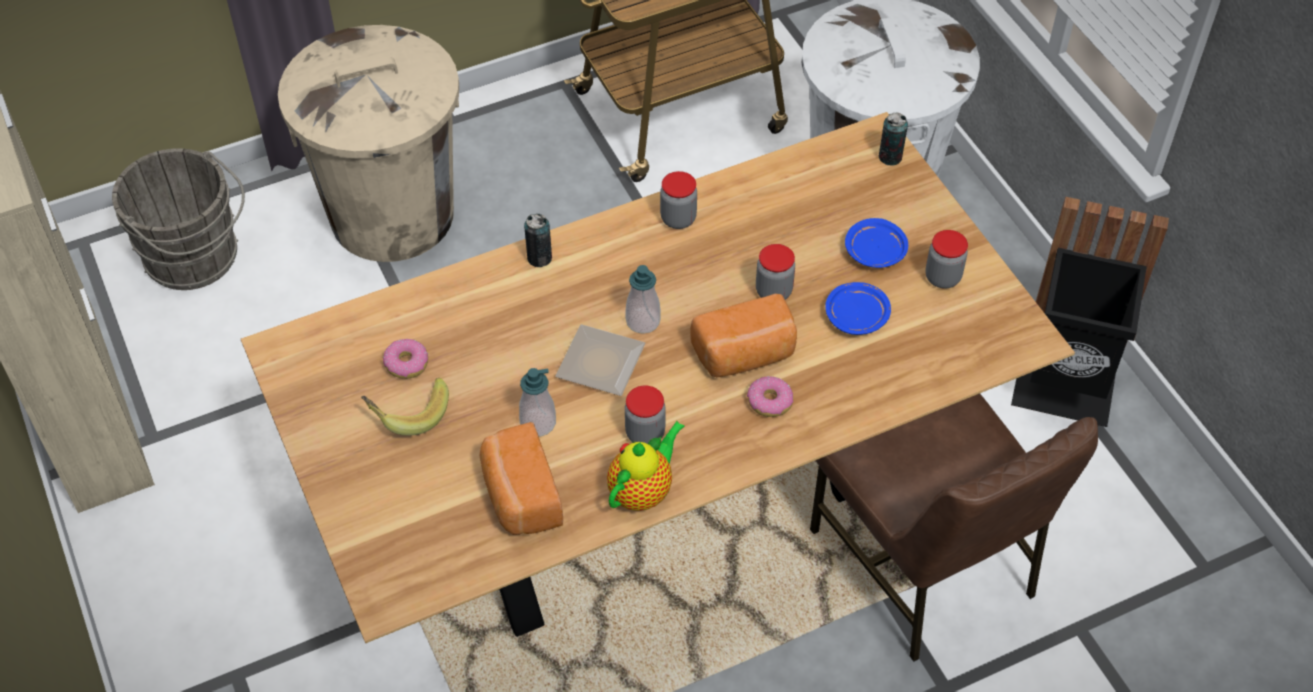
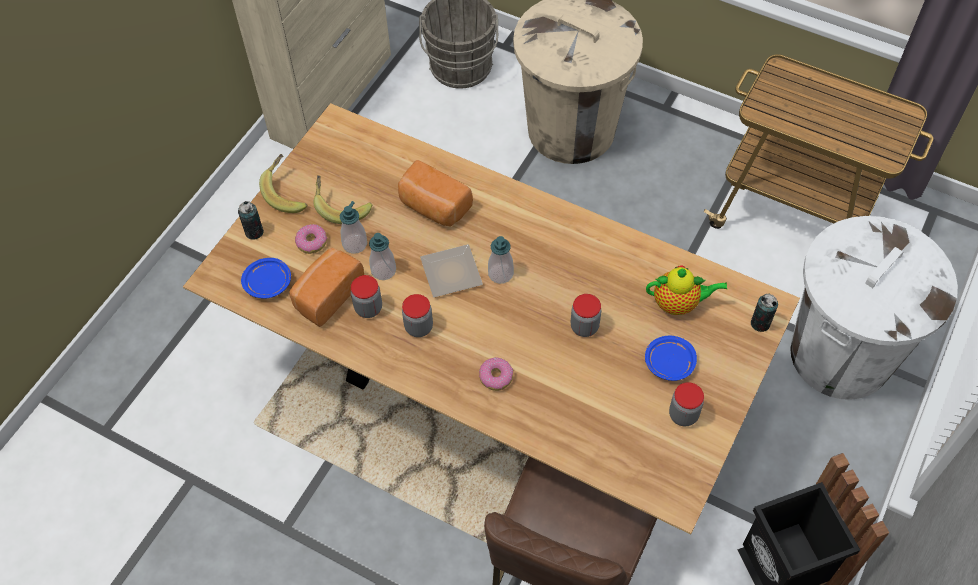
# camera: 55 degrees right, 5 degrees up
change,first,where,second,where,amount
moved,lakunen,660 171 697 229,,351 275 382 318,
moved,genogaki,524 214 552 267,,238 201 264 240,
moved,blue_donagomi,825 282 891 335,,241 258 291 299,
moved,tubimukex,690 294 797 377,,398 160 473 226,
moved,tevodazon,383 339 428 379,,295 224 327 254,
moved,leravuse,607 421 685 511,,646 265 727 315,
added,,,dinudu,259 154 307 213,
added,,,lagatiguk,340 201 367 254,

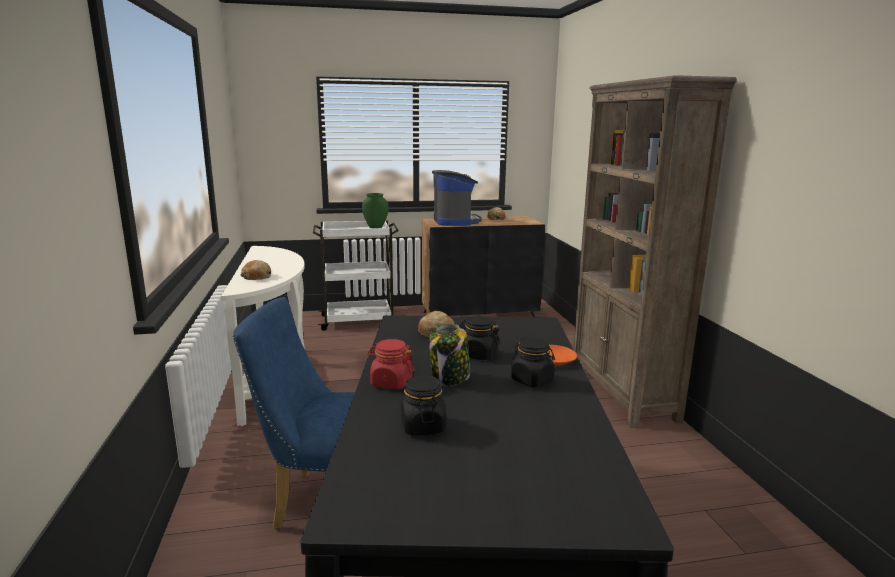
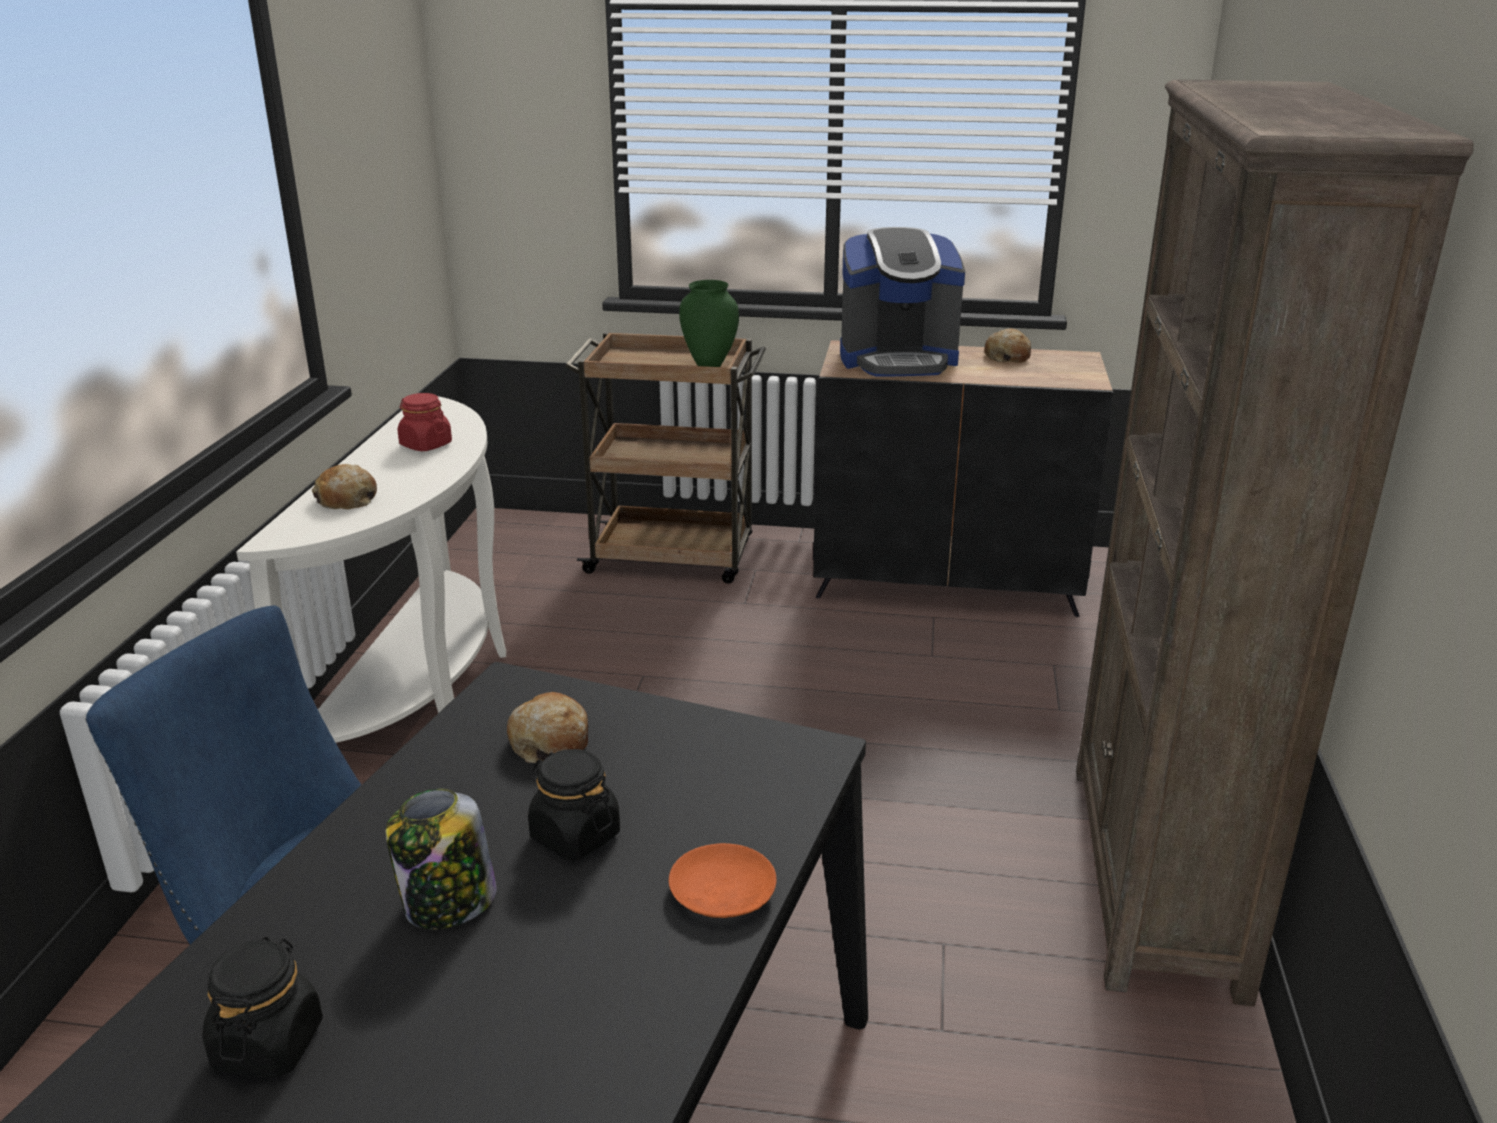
# camera: 20 degrees right, 10 degrees up
change,first,where,second,where,amount
turned,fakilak,432 170 481 226,,840 227 965 377,75 degrees clockwise
recoloured,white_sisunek,313 220 399 331,brown_sisunek,565 332 766 583,
removed,black_lakunen,511 337 555 387,,,
moved,red_lakunen,368 339 414 390,,398 393 452 451,

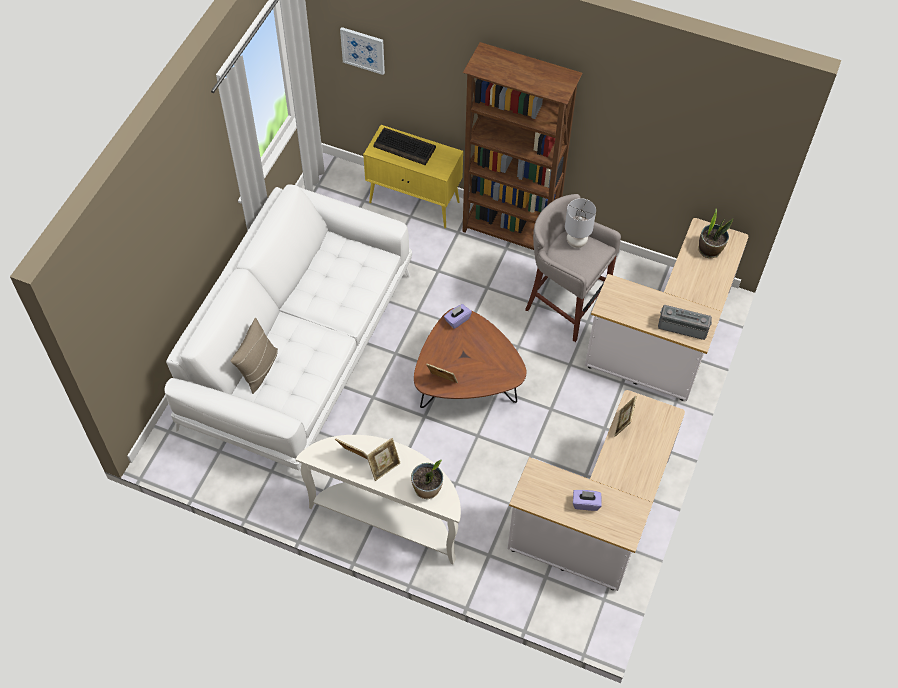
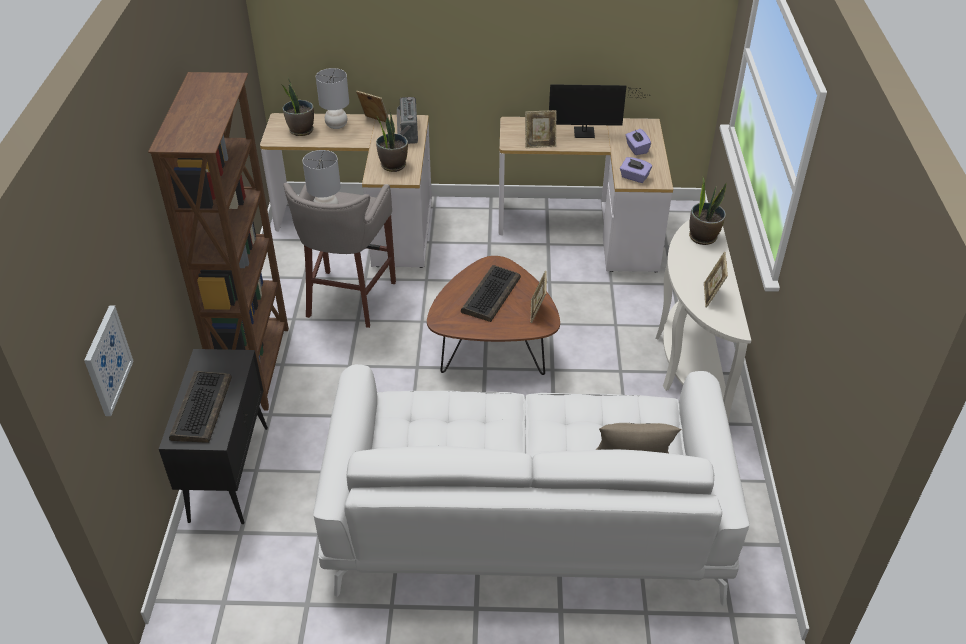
# camera: 110 degrees left, 15 degrees down
change,first,where,second,where,amount
recoloured,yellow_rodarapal,363 125 463 228,black_rodarapal,159 349 268 524,
moved,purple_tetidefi,444 304 472 329,,620 157 652 183,
moved,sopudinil,366 438 400 481,,356 91 390 122,
added,,,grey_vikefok,316 68 349 129,
added,,,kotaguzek,549 84 650 138,
added,,,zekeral,375 112 408 172,
added,,,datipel,461 265 521 322,

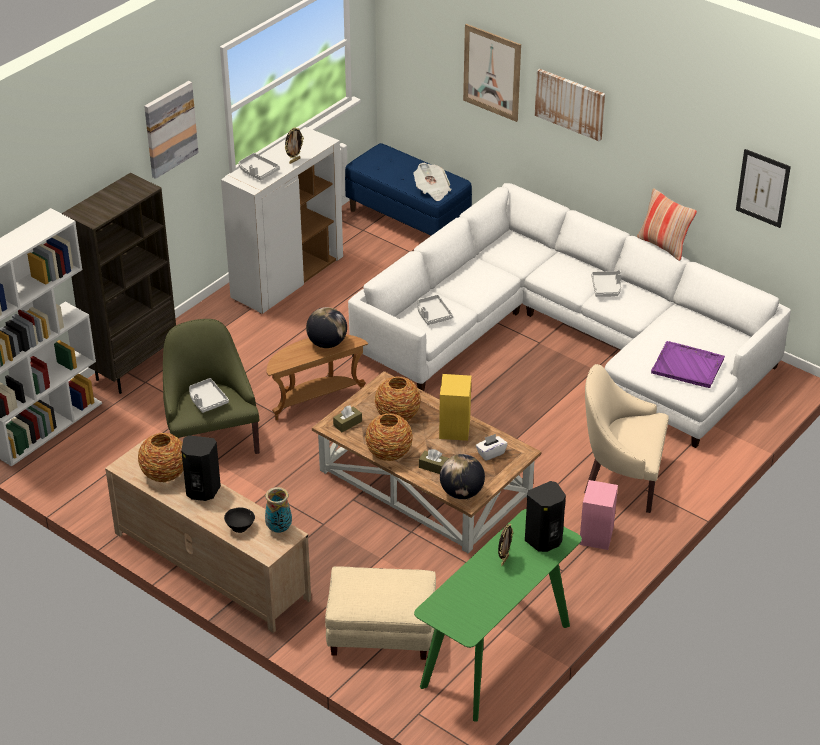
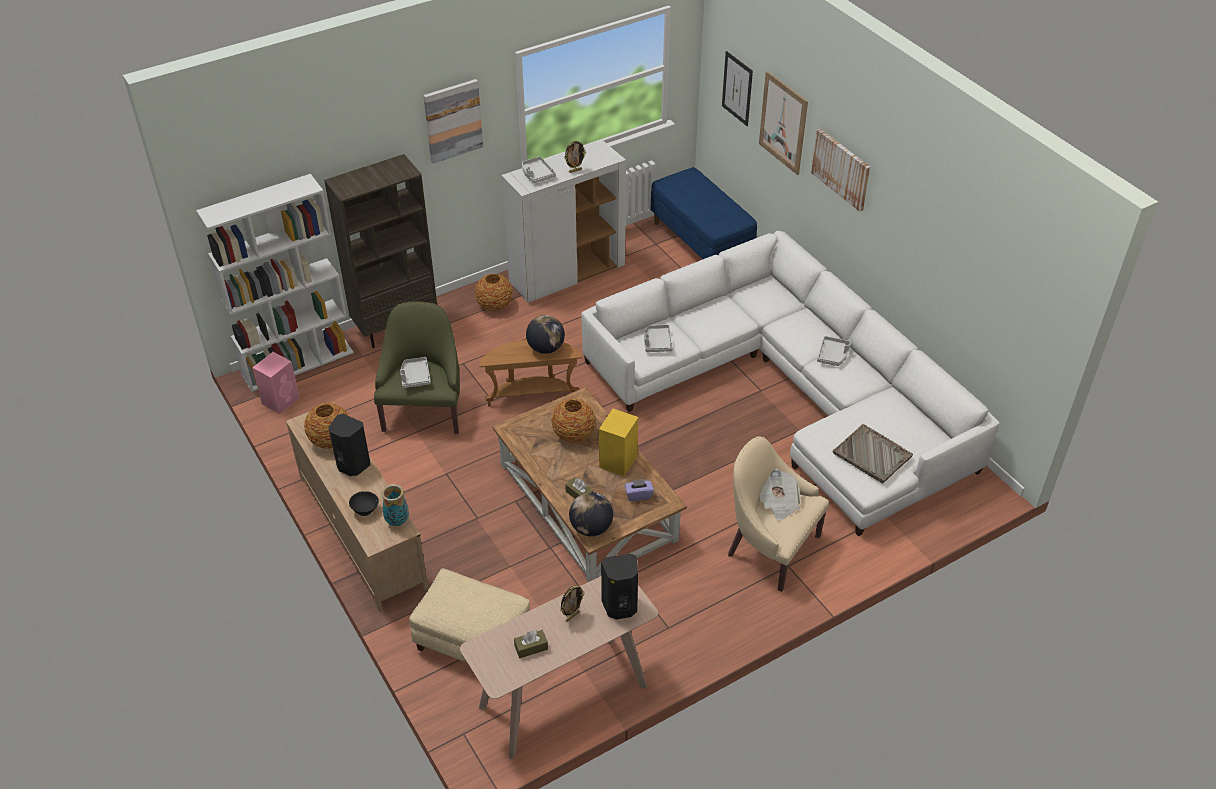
# camera: 20 degrees right, 5 degrees up
change,first,where,second,where,amount
moved,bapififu,736 149 791 228,,722 51 753 126,
moved,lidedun,413 163 452 201,,759 468 801 521,
removed,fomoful,637 188 697 261,,,
recoloured,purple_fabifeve,651 341 725 388,grey_fabifeve,833 424 913 483,
moved,brown_tetidefi,333 406 362 432,,514 630 548 658,
moved,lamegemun,365 413 413 461,,475 274 513 311,
recoloured,white_tetidefi,476 434 507 461,purple_tetidefi,625 479 654 501,
moved,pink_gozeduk,579 480 618 550,,252 352 300 414,
recoloured,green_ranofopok,414 509 582 722,beige_ranofopok,460 576 658 759,

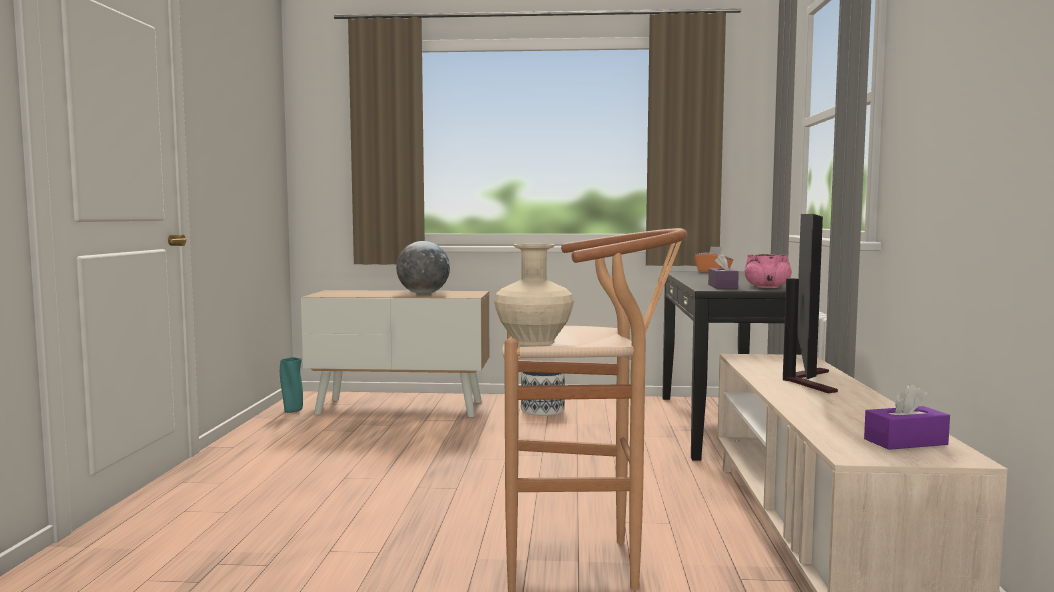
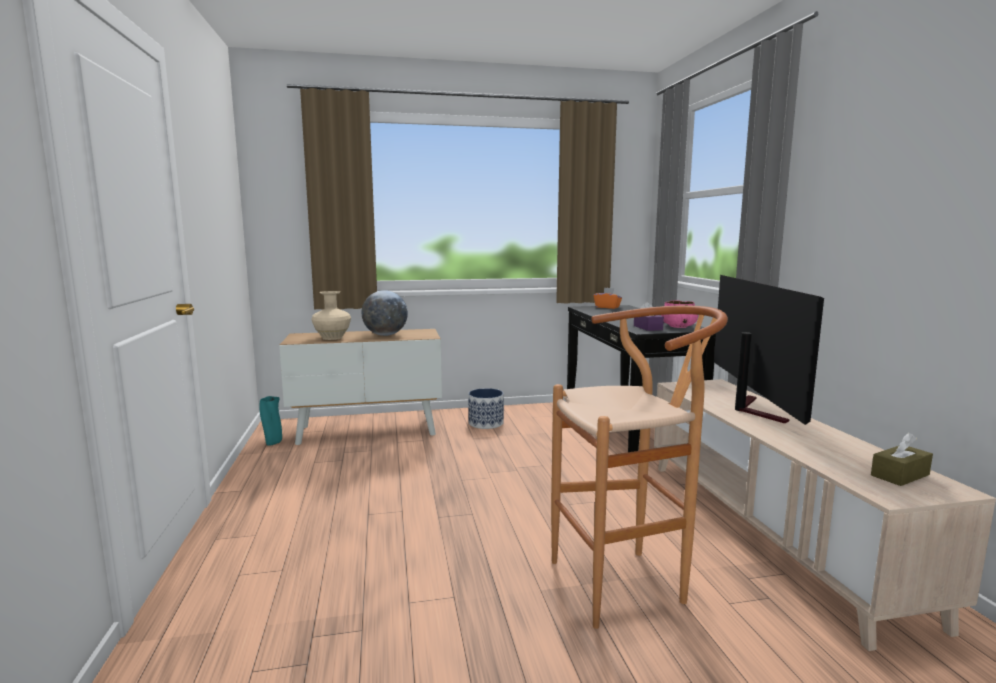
# camera: 15 degrees left, 5 degrees up
change,first,where,second,where,amount
moved,beige_lamegemun,494 244 574 345,,311 291 351 340,
recoloured,purple_tetidefi,864 384 950 450,brown_tetidefi,871 433 933 486,

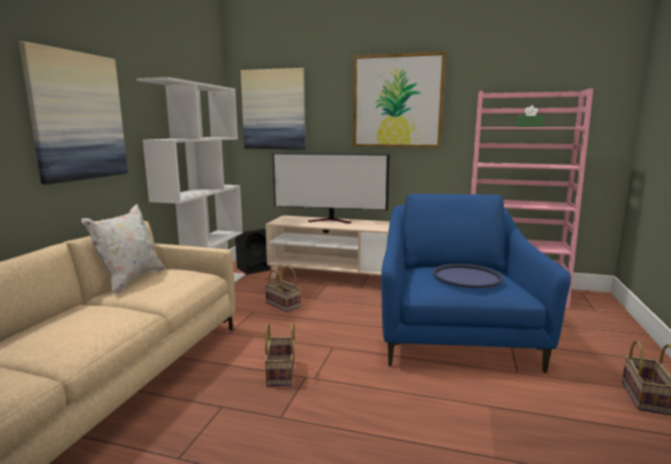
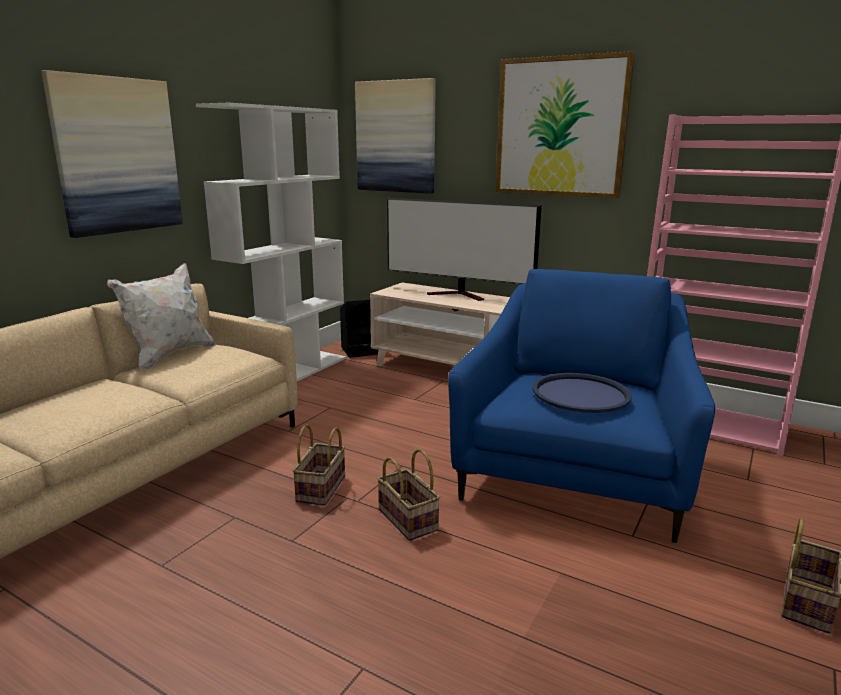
# camera: 15 degrees right, 5 degrees up
change,first,where,second,where,amount
removed,green_tetidefi,517 105 545 127,,,
moved,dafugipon,265 266 301 312,,377 449 440 541,

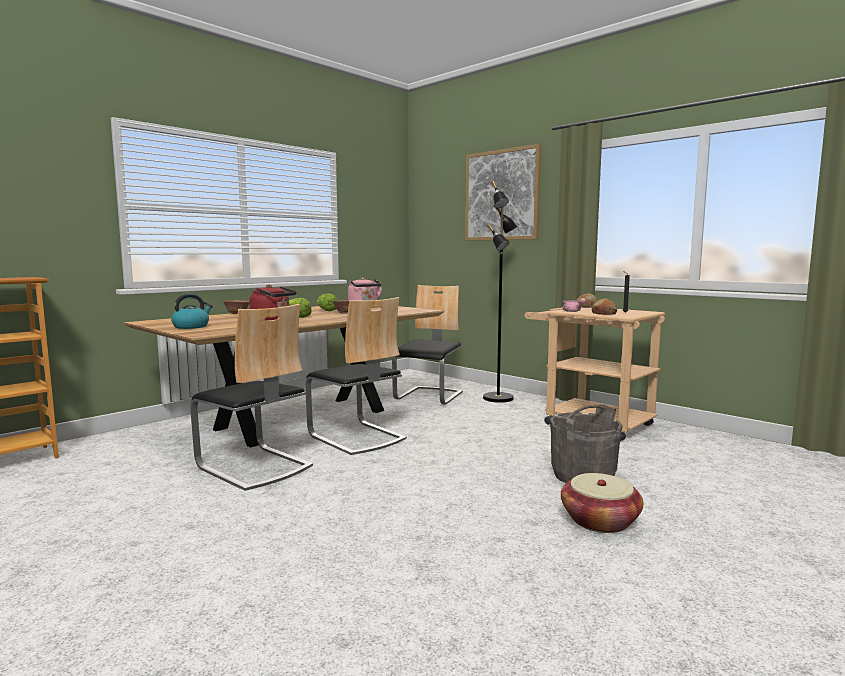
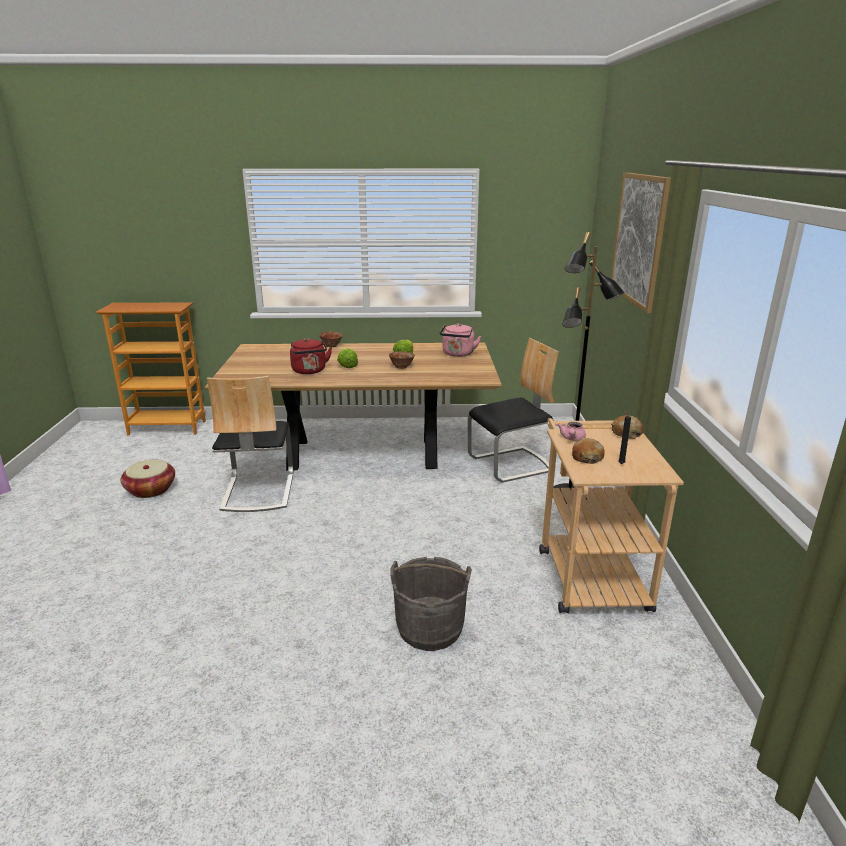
# camera: 45 degrees right, 15 degrees up
change,first,where,second,where,amount
removed,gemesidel,171 294 213 329,,,
removed,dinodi,305 297 407 455,,,
moved,dafugipon,561 473 643 533,,121 460 175 498,

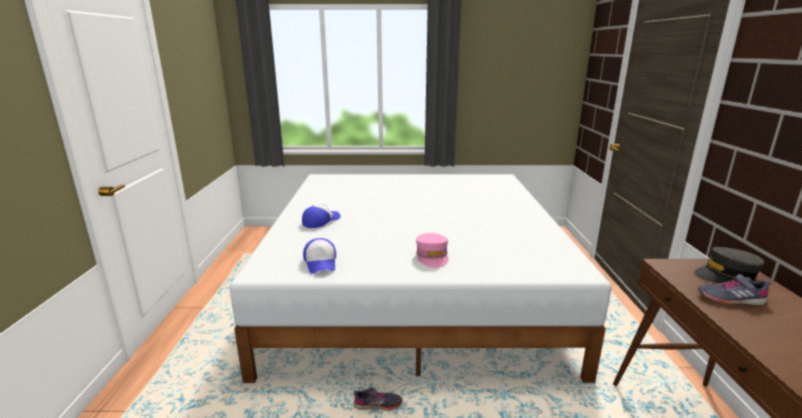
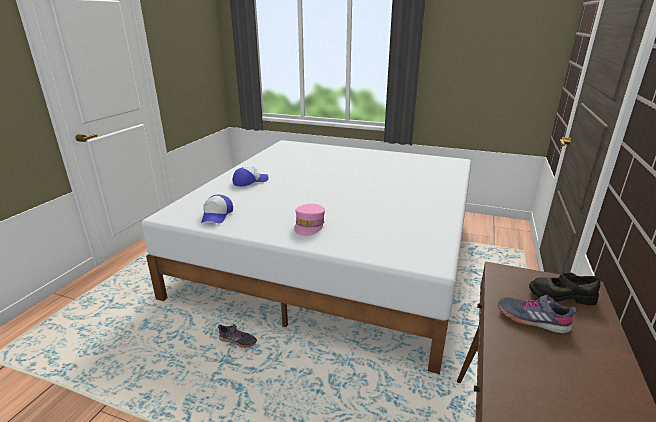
# camera: 20 degrees right, 5 degrees up
change,first,where,second,where,amount
replaced,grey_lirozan,694 247 765 283,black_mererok,529 272 600 306,

